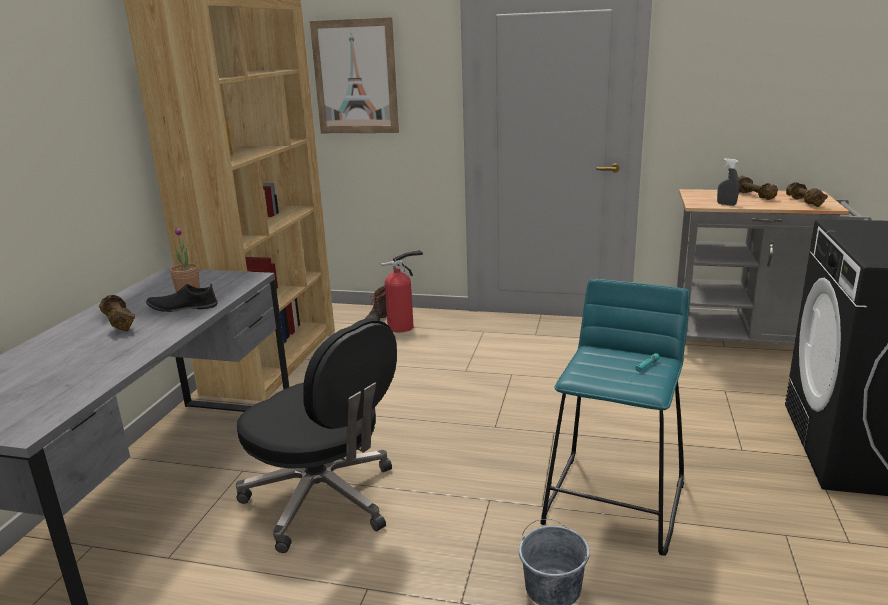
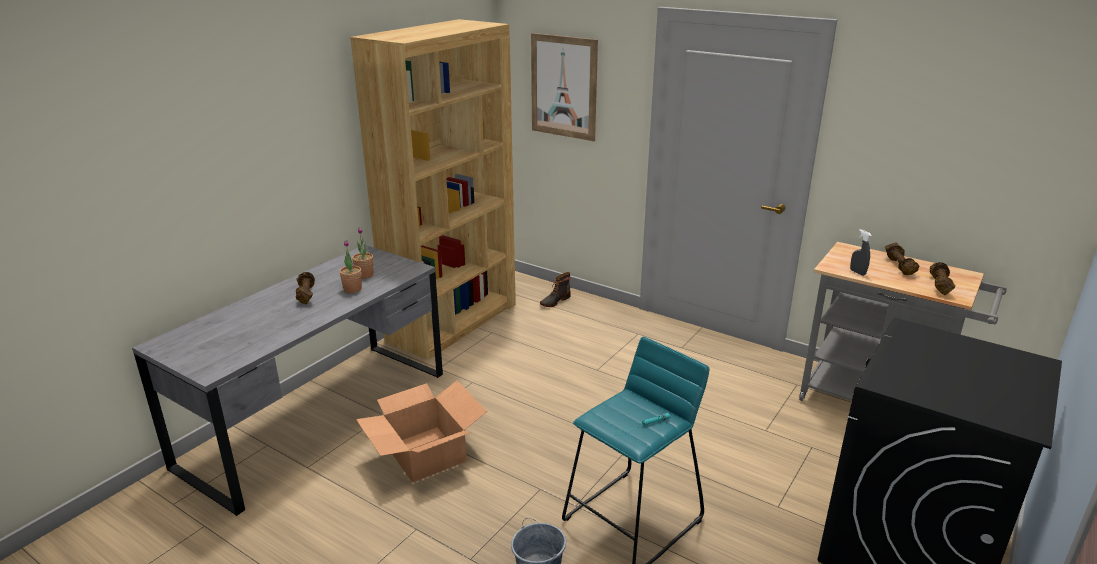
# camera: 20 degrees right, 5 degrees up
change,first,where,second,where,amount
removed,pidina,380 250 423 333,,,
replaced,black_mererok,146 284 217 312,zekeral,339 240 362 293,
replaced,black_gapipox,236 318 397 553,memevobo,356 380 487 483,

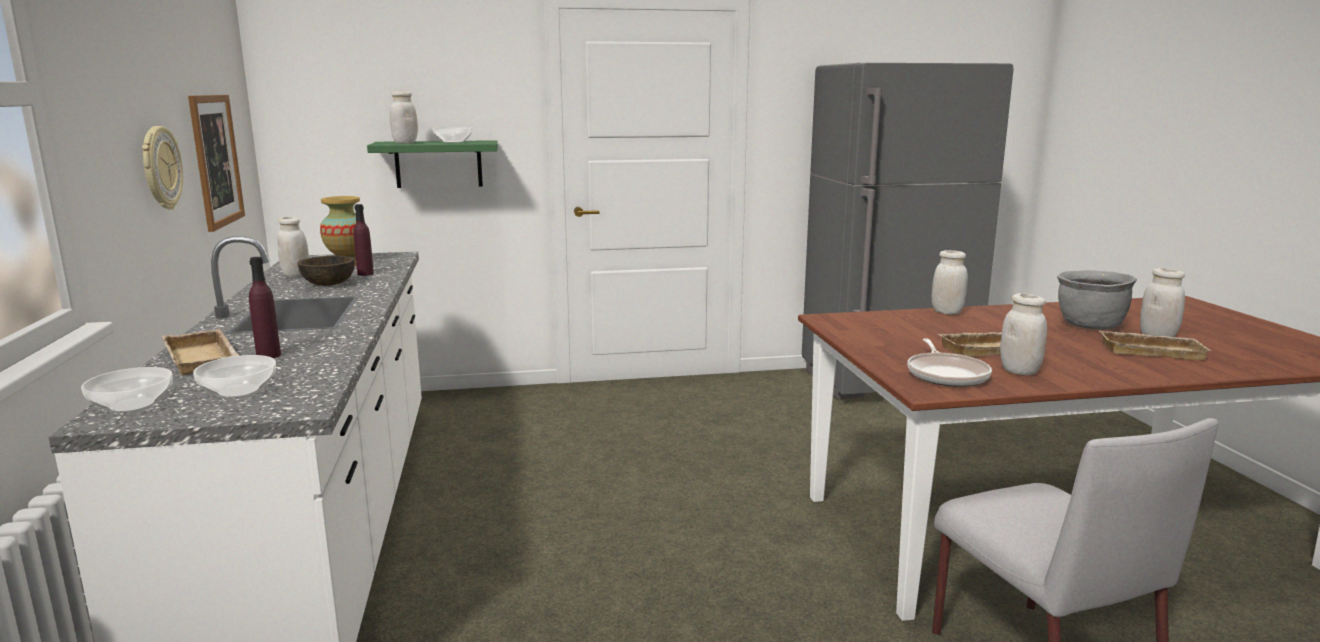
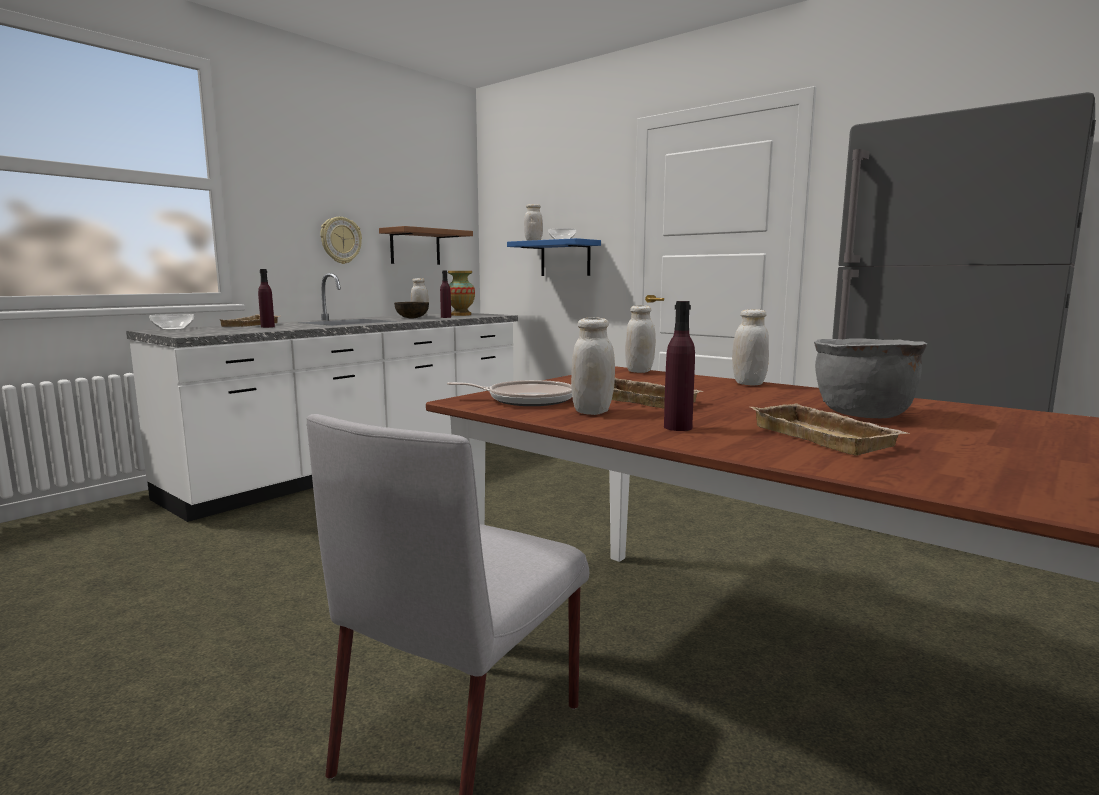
# camera: 50 degrees right, 5 degrees down
change,first,where,second,where,amount
replaced,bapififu,188 95 245 232,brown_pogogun,379 226 473 265,
recoloured,green_pogogun,367 140 498 188,blue_pogogun,507 238 601 276,
moved,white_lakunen,1140 268 1185 337,,625 305 656 373,
turned,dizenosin,907 338 992 387,,447 380 572 406,135 degrees counterclockwise
removed,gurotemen,193 355 276 399,,,
added,,,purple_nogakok,664 301 695 431,

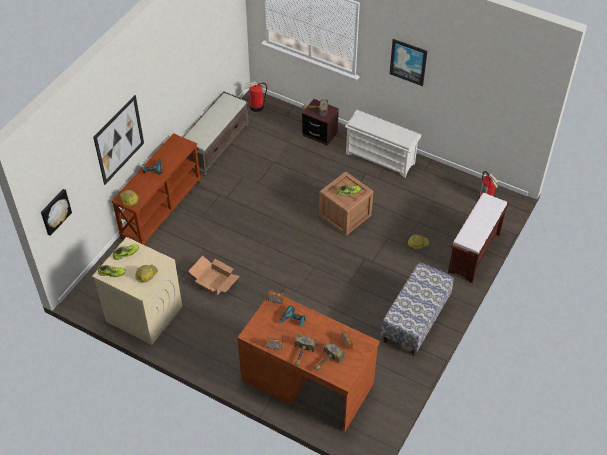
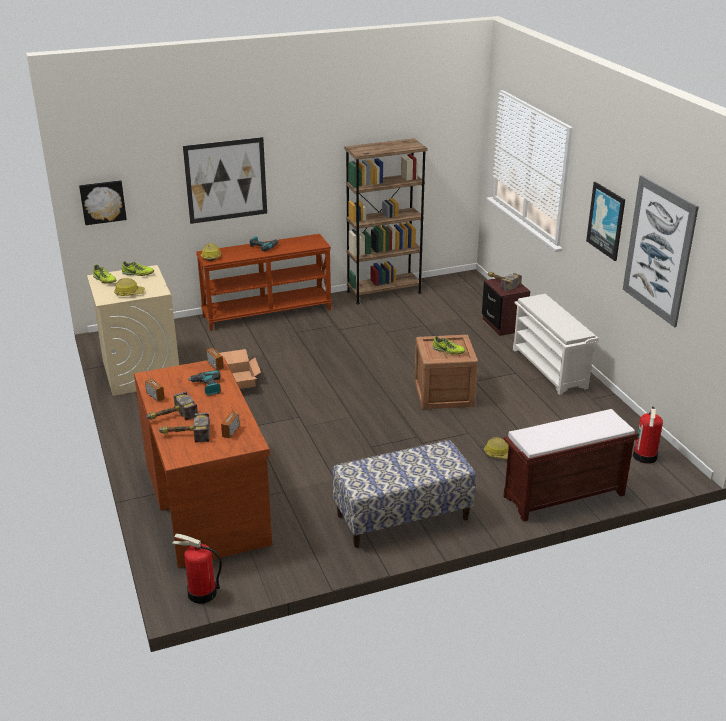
# camera: 40 degrees right, 20 degrees down
change,first,where,second,where,amount
moved,pidina,244 82 267 112,,172 533 222 604,
replaced,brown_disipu,183 92 250 176,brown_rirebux,344 138 428 304,
added,,,bapififu,623 175 699 327,

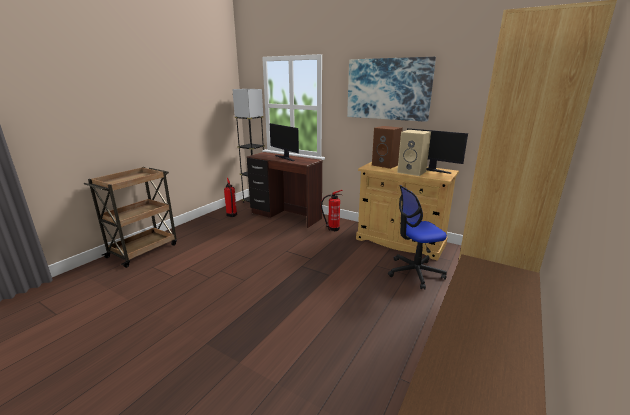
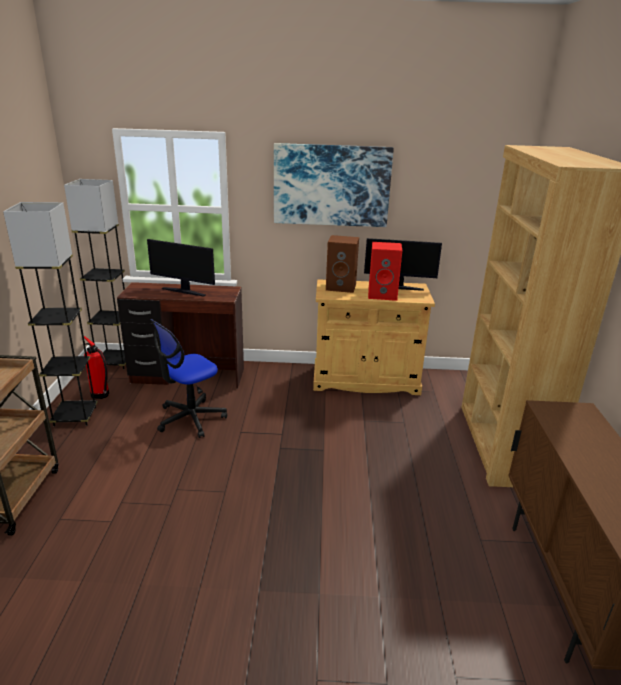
# camera: 30 degrees left, 5 degrees up
change,first,where,second,where,amount
recoloured,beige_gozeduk,397 130 431 176,red_gozeduk,368 242 402 301,
moved,gapipox,388 185 447 289,,150 319 227 438,
removed,pidina,321 190 343 231,,,
added,,,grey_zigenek,3 202 98 426,

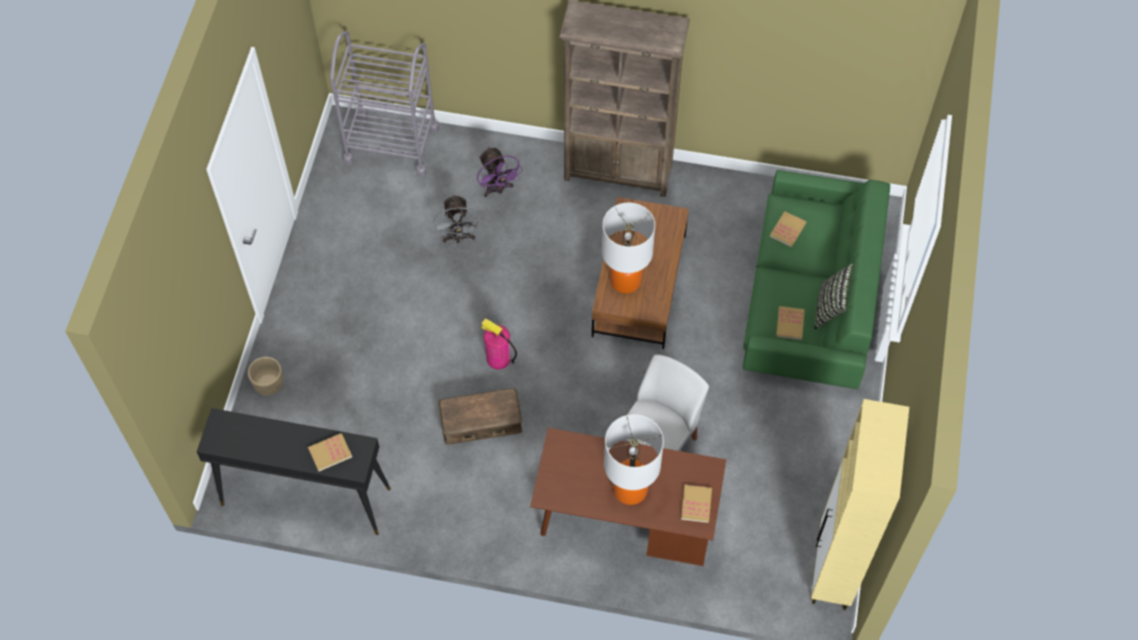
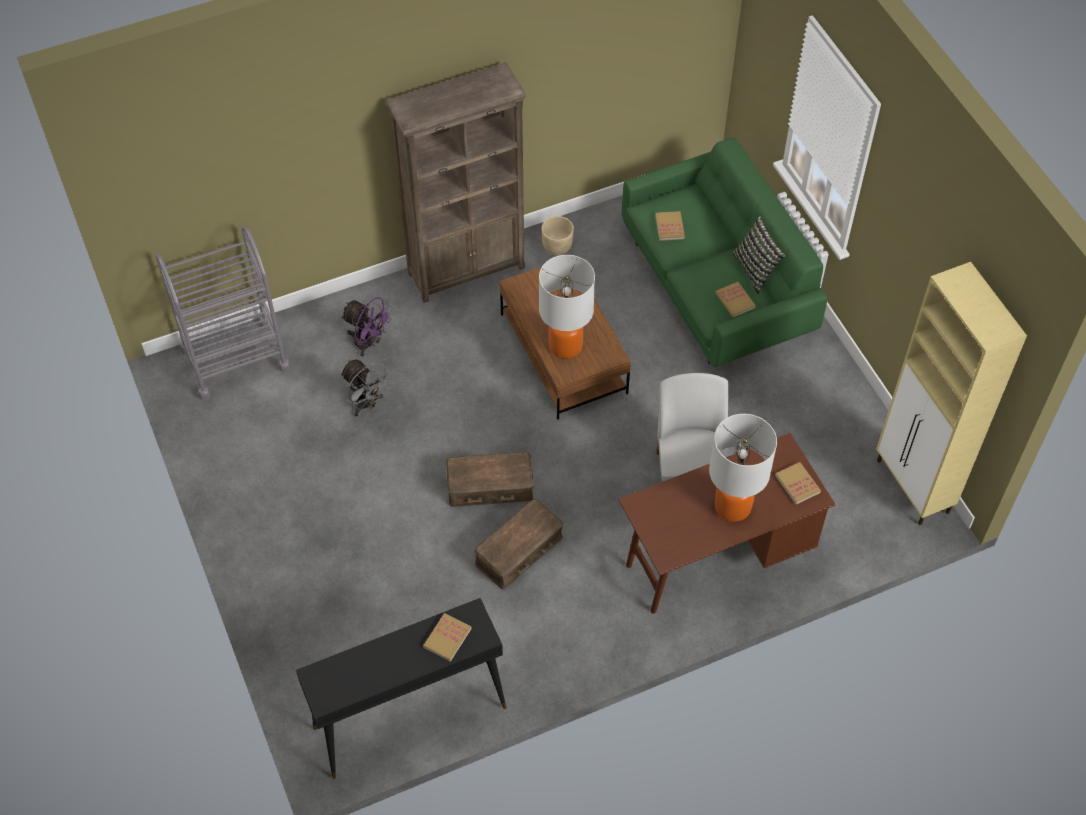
# camera: 35 degrees left, 5 degrees down
change,first,where,second,where,amount
replaced,pidina,481 318 517 369,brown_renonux,446 452 533 507,
moved,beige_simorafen,248 357 283 396,,542 216 574 255,

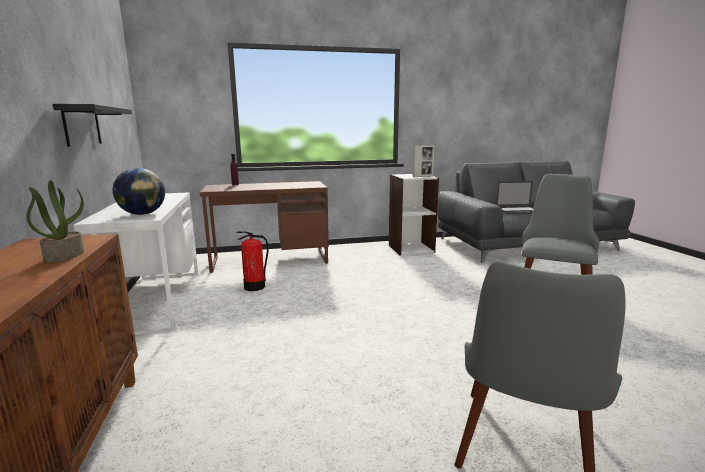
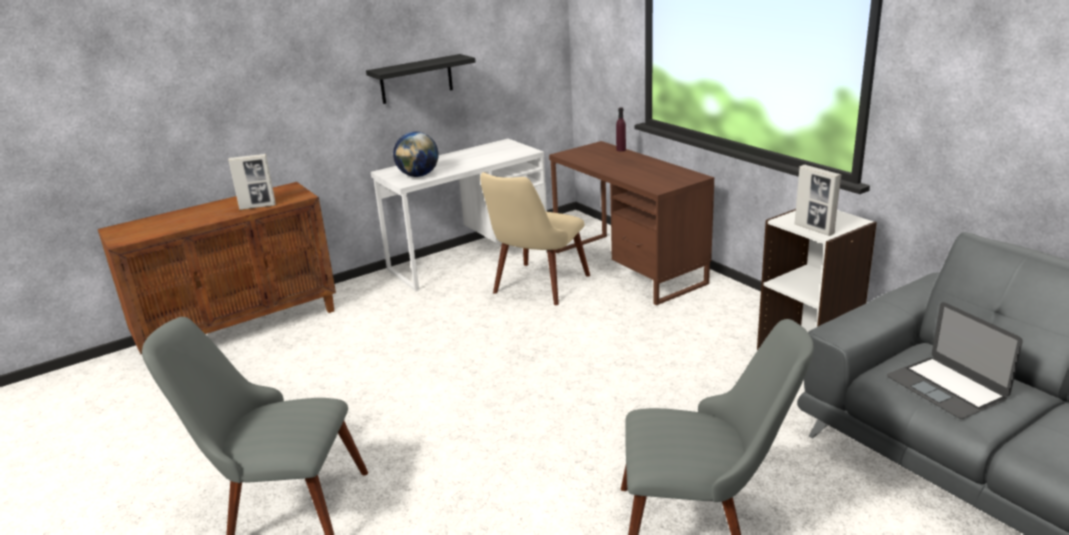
# camera: 70 degrees right, 10 degrees up
change,first,where,second,where,amount
replaced,zekeral,26 180 84 263,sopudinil,228 154 276 210,
replaced,pidina,237 231 268 291,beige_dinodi,480 172 590 305,

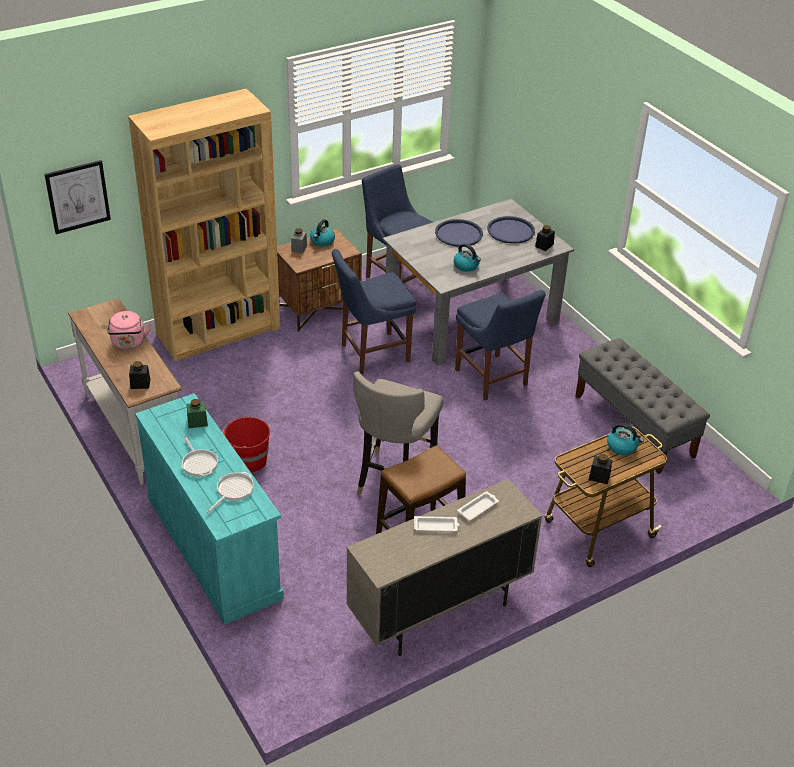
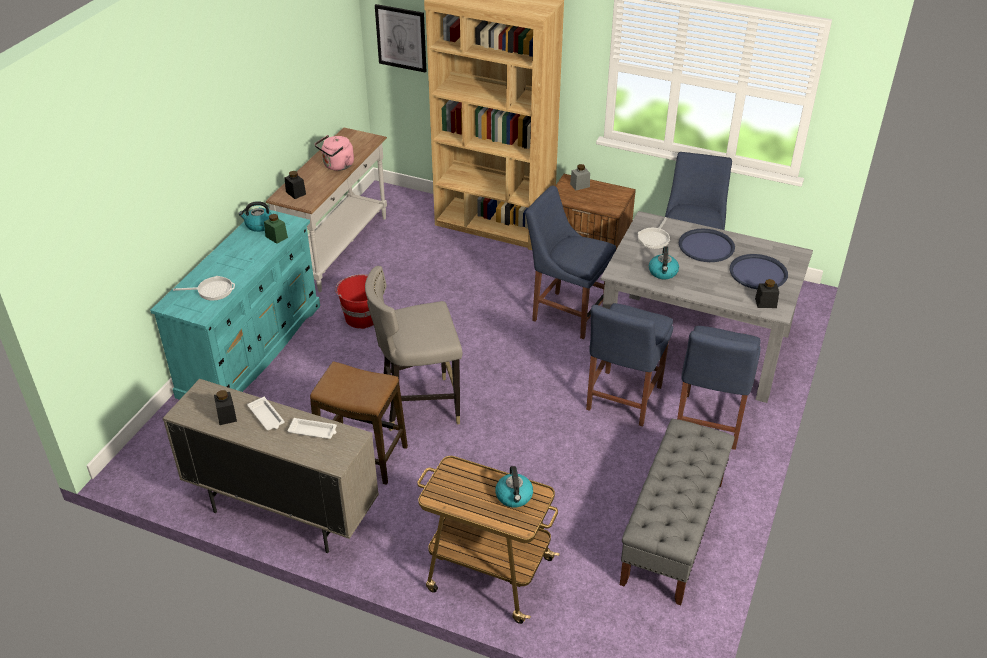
# camera: 55 degrees right, 0 degrees up
change,first,where,second,where,amount
moved,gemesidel,310 219 335 247,,238 201 272 232,
moved,dizenosin,182 435 218 477,,638 217 670 249,
moved,black_lakunen,588 454 612 484,,214 390 237 425,
added,,,blue_dinodi,677 326 761 450,

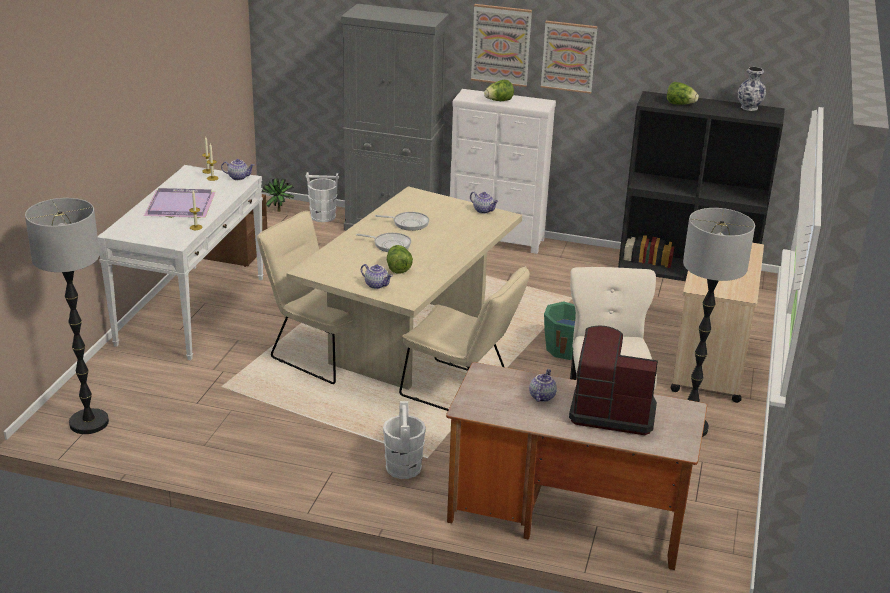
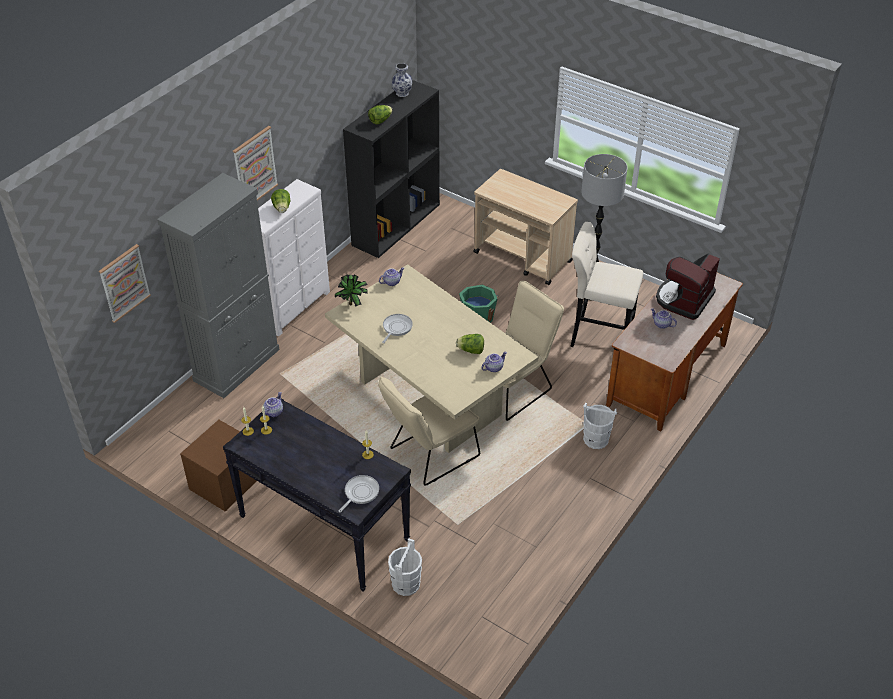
# camera: 70 degrees left, 15 degrees up
change,first,where,second,where,amount
moved,bapififu,541 21 598 94,,99 244 151 323,
recoloured,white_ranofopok,98 165 264 360,black_ranofopok,223 399 411 592,
moved,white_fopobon,305 172 339 222,,388 538 422 596,
moved,zekeral,261 178 294 212,,335 274 368 307,
removed,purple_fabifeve,144 188 215 218,,,
removed,zigenek,25 198 109 434,,,
moved,dizenosin,356 233 411 252,,339 475 379 512,

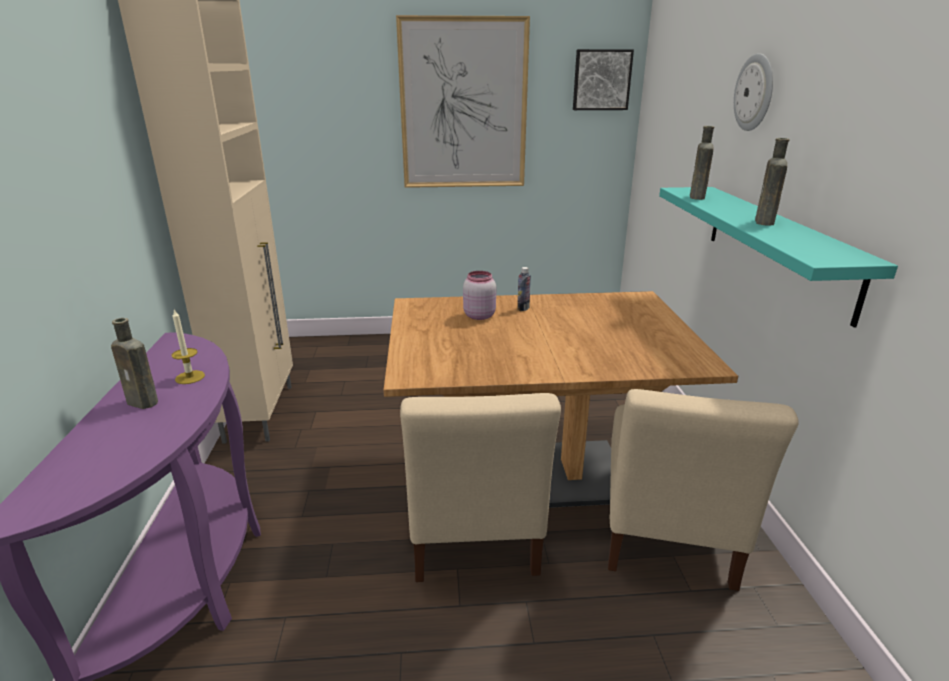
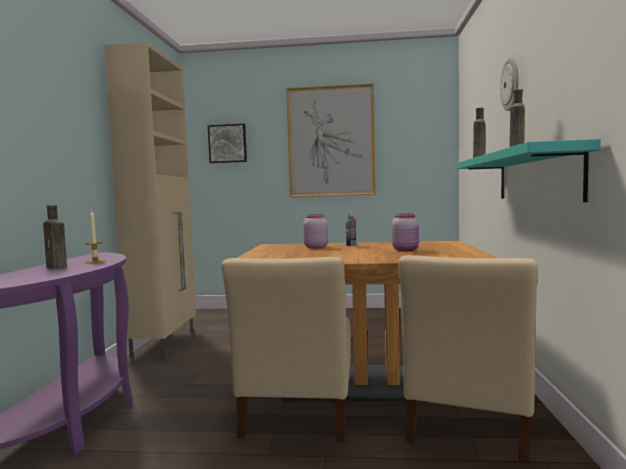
# camera: 10 degrees right, 20 degrees down
change,first,where,second,where,amount
moved,bapififu,573 49 634 110,,208 124 247 163,
added,,,pink_lakunen,391 213 419 251,

